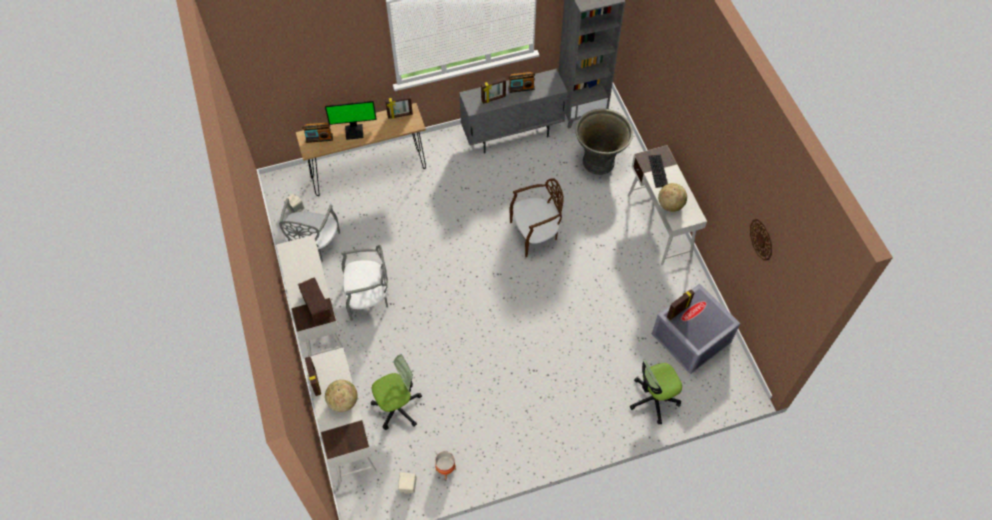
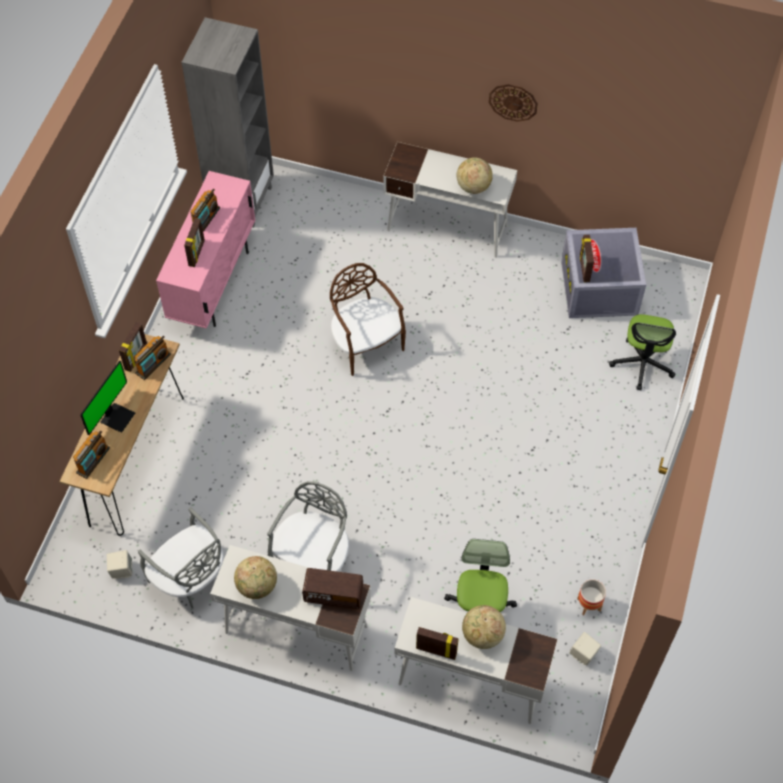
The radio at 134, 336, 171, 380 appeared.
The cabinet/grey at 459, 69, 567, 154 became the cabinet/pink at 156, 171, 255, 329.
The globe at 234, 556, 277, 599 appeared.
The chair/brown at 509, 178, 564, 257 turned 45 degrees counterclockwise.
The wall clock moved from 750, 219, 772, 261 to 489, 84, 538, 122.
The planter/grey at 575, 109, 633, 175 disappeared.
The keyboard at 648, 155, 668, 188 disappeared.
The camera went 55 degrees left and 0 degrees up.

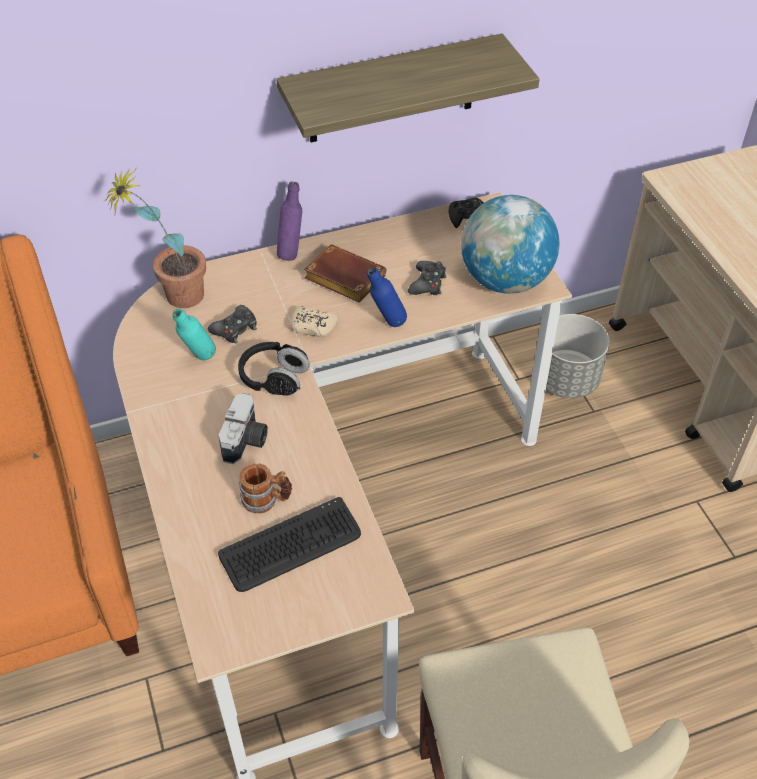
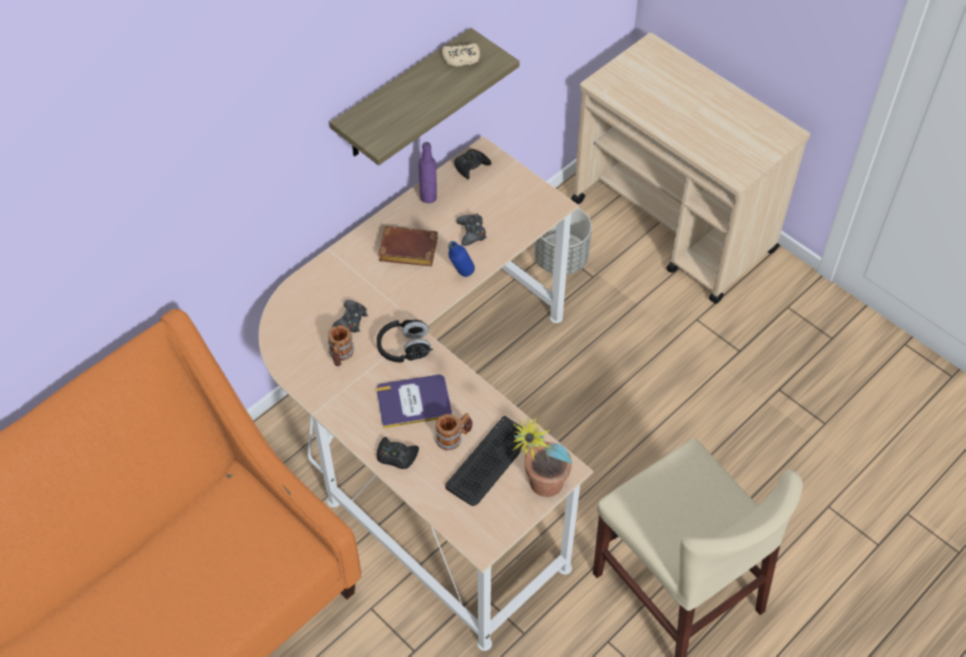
The bottle/turquoise at 173, 309, 216, 360 was replaced by the mug at 328, 325, 354, 366.
The photo camera at 219, 393, 268, 464 was replaced by the book at 376, 374, 453, 428.
The game controller/black at 377, 437, 419, 469 appeared.
The bottle/purple moved from 277, 181, 302, 261 to 419, 142, 437, 203.
The game controller/beige moved from 290, 306, 339, 337 to 442, 43, 480, 66.
The potted plant moved from 105, 168, 206, 308 to 511, 415, 572, 497.
The globe at 461, 195, 559, 294 disappeared.
The camera went 25 degrees left and 5 degrees up.

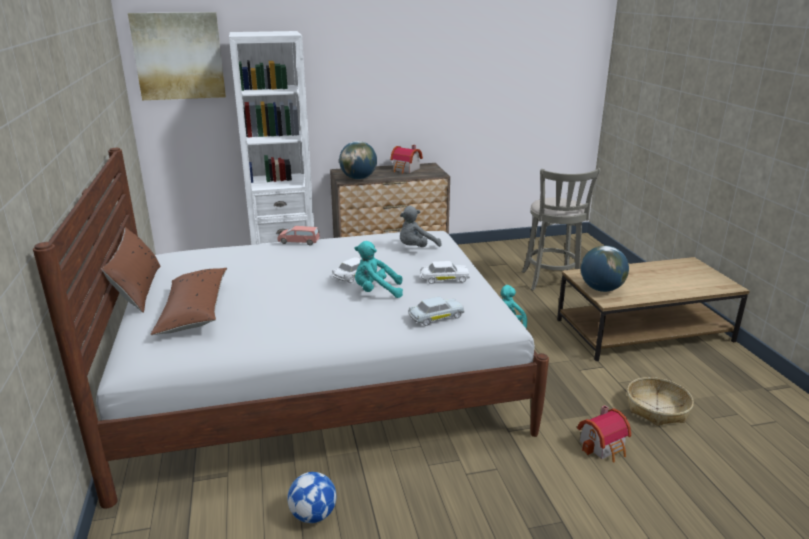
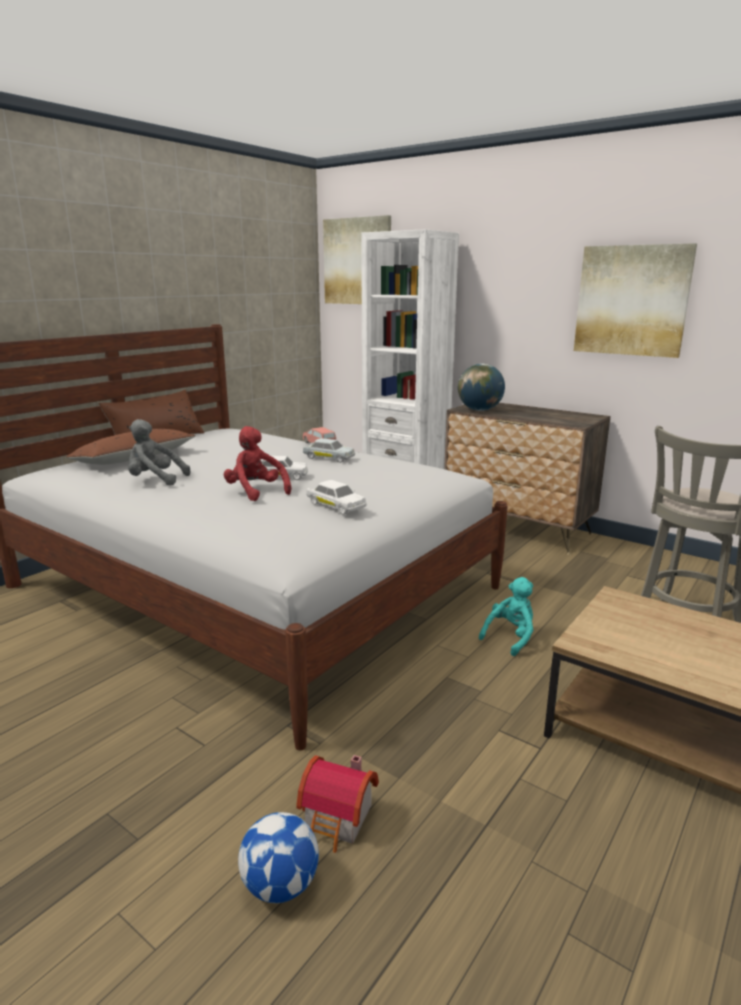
The plush toy/grey moved from 400, 206, 441, 247 to 128, 419, 191, 485.
The plush toy/turquoise at 355, 241, 403, 298 became the plush toy/red at 224, 426, 291, 501.
The football moved from 288, 472, 336, 523 to 238, 812, 319, 903.
The toy car/white moved from 408, 297, 465, 326 to 303, 438, 355, 463.
The picture at 574, 243, 697, 358 appeared.
The toy house at 390, 145, 423, 174 disappeared.
The globe at 581, 246, 629, 292 disappeared.
The basket at 627, 377, 694, 426 disappeared.
The camera went 50 degrees right and 5 degrees down.

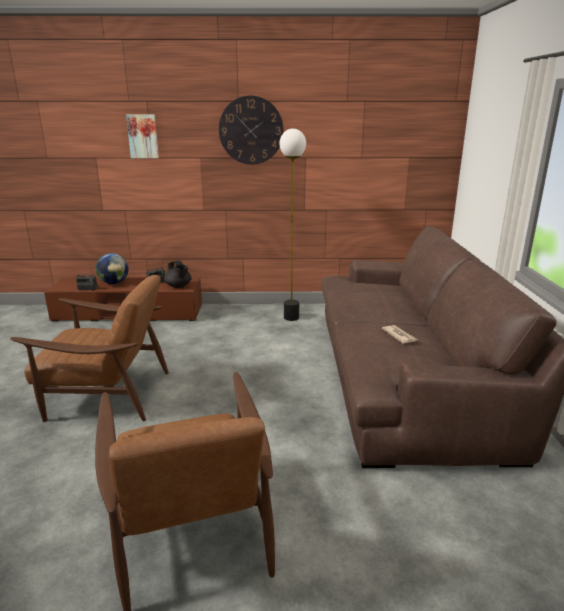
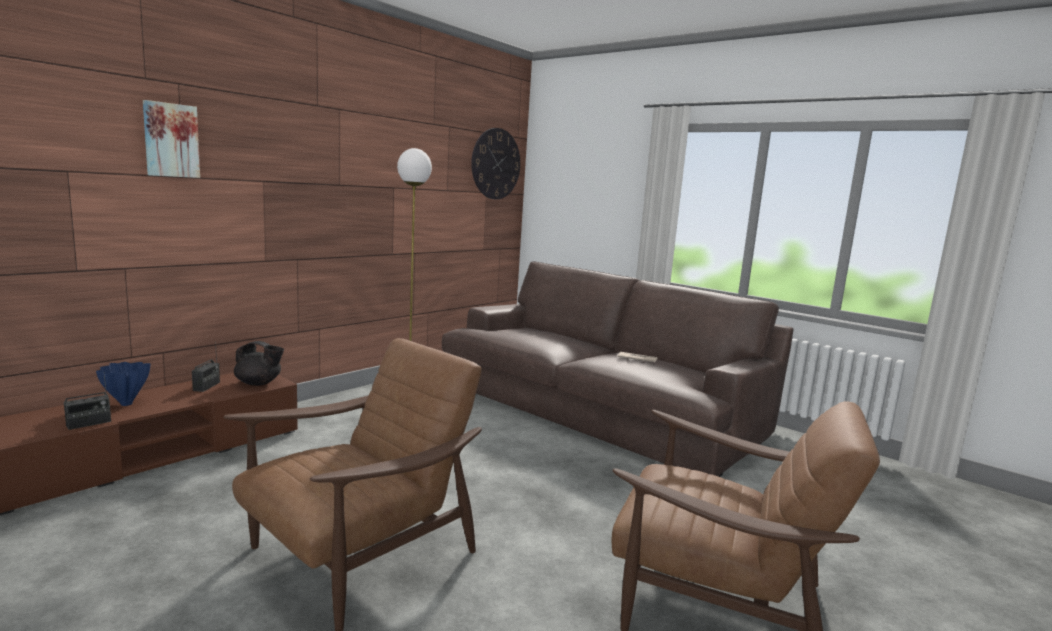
The globe at 96, 253, 128, 284 was replaced by the vase/blue at 96, 362, 151, 406.
The wall clock moved from 219, 95, 284, 164 to 471, 128, 520, 199.
The camera went 50 degrees left and 10 degrees down.

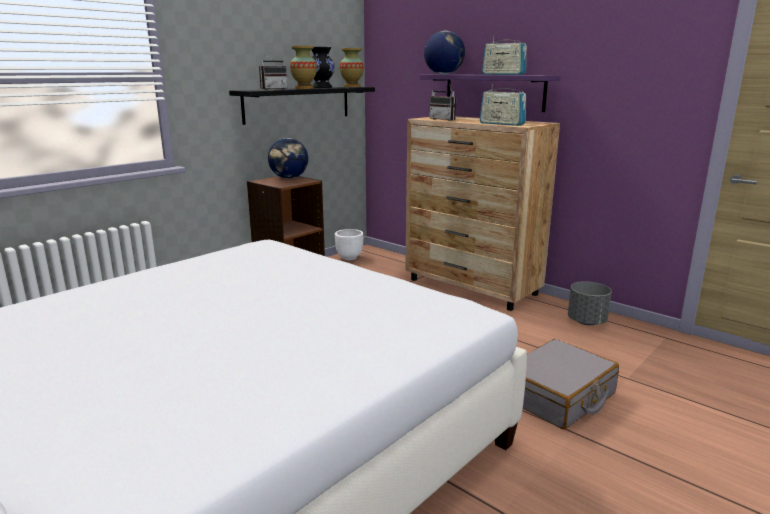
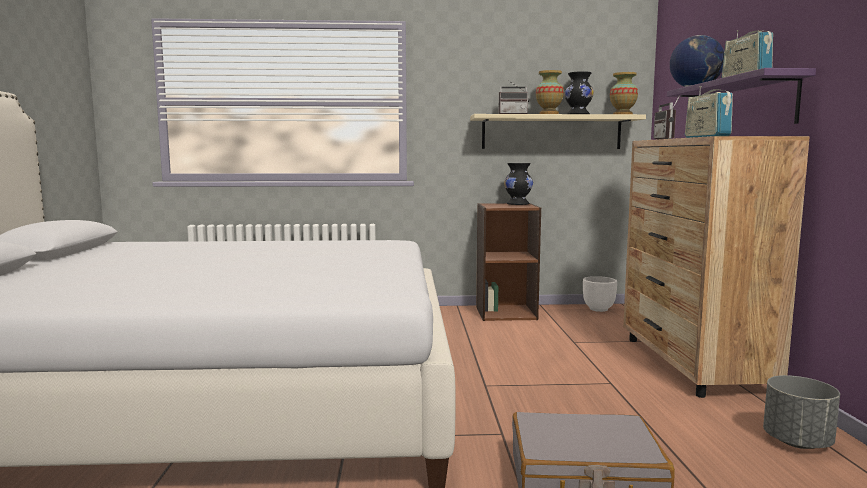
The shelf/black at 229, 87, 375, 125 became the shelf/beige at 470, 114, 646, 149.
The globe at 268, 138, 308, 179 was replaced by the vase/black at 504, 163, 533, 205.
The camera went 45 degrees right and 10 degrees down.

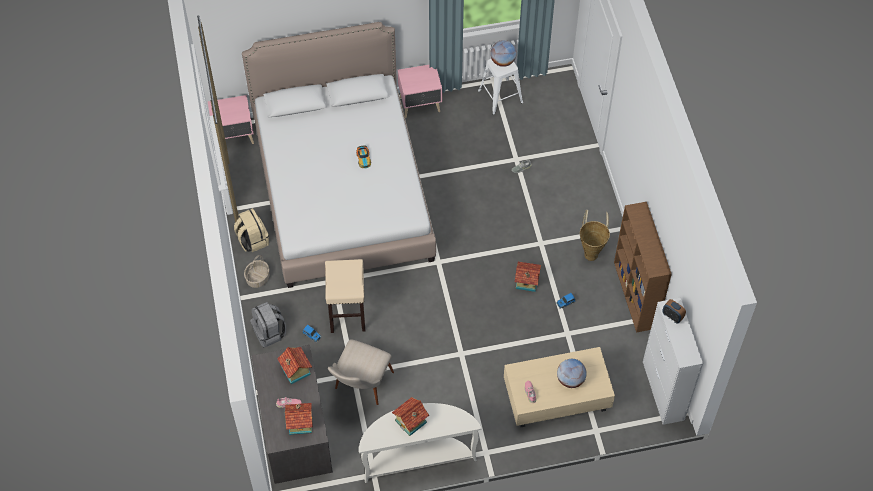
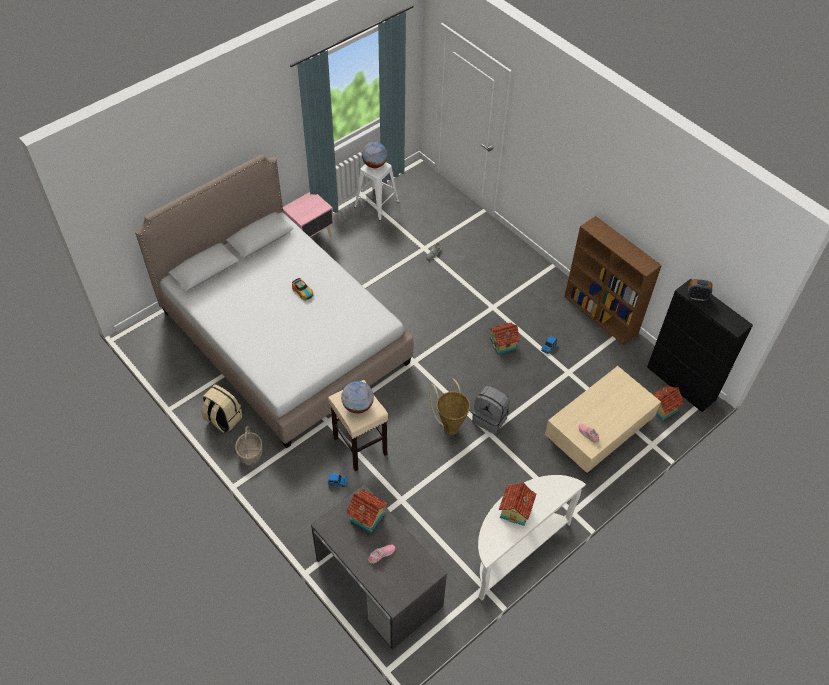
The globe moved from 557, 359, 587, 388 to 341, 381, 374, 414.
The basket moved from 580, 210, 610, 261 to 429, 379, 470, 435.
The backpack/grey moved from 250, 302, 286, 348 to 472, 386, 510, 434.
The cabinet/white at 643, 298, 703, 425 became the cabinet/black at 647, 279, 753, 412.
The toy house moved from 285, 403, 313, 435 to 652, 385, 684, 421.
The nightstand/pink at 207, 95, 254, 144 disappeared.
The chair/beige at 328, 339, 394, 405 disappeared.
The camera went 30 degrees left and 5 degrees down.

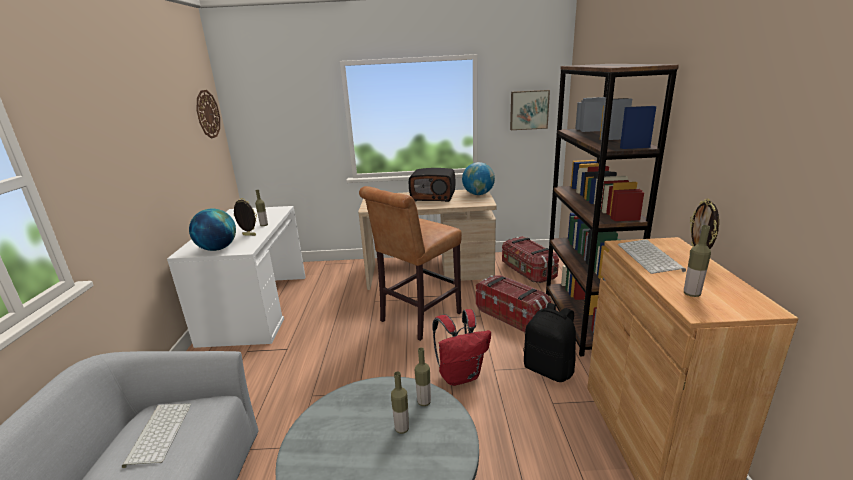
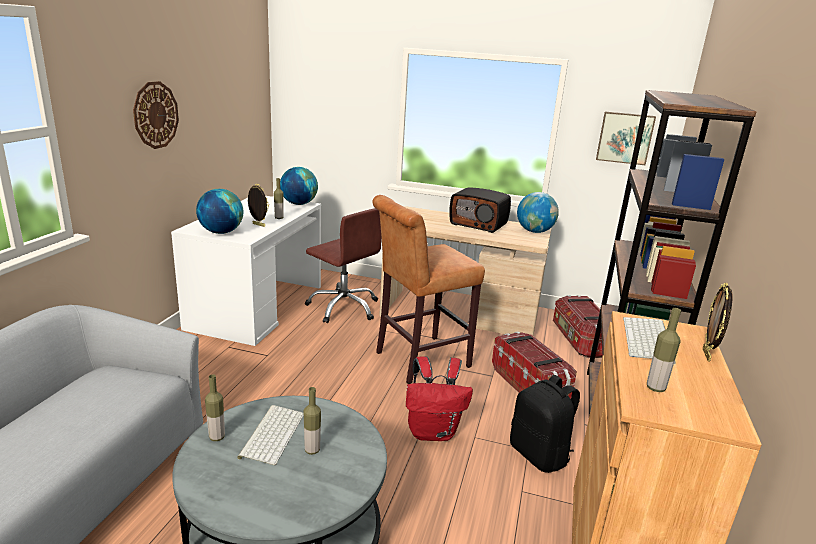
The wall clock moved from 197, 90, 220, 139 to 133, 81, 179, 149.
The bottle moved from 415, 348, 431, 406 to 205, 374, 225, 441.
The keyboard moved from 122, 403, 191, 468 to 237, 405, 304, 465.
The globe at 280, 167, 318, 205 appeared.
The office chair/brown at 305, 208, 382, 323 appeared.
The camera went 15 degrees right and 0 degrees up.

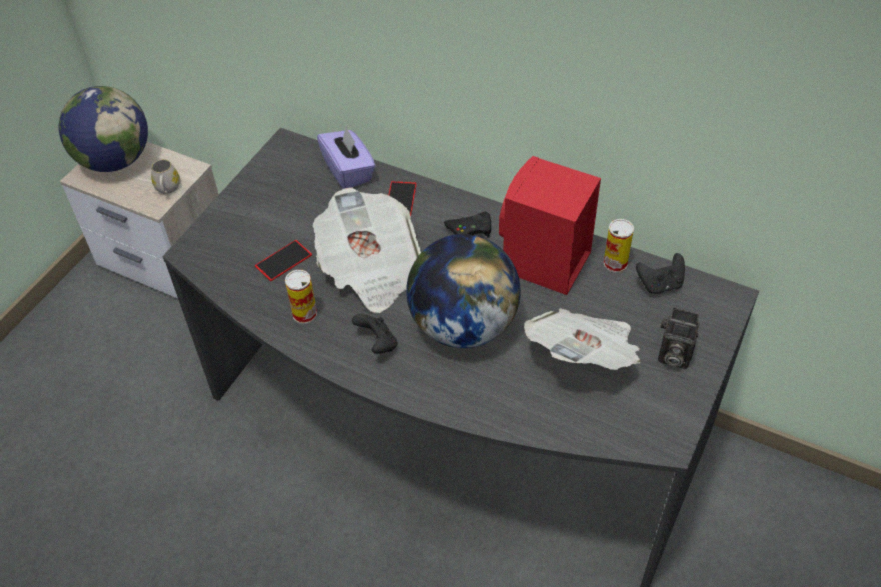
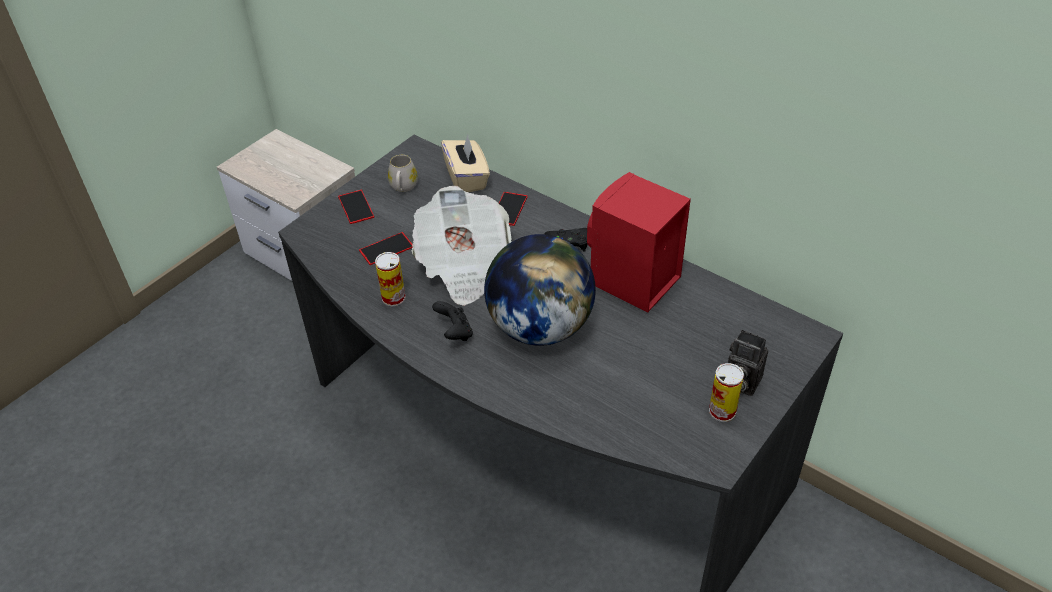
The phone at 338, 190, 374, 224 appeared.
The mug/white moved from 151, 159, 180, 194 to 388, 155, 418, 192.
The tissue box/purple at 317, 127, 376, 189 became the tissue box/beige at 441, 135, 490, 192.
The can moved from 603, 219, 634, 273 to 709, 363, 744, 422.
The globe at 59, 86, 148, 172 disappeared.
The newspaper at 524, 308, 641, 370 disappeared.
The game controller/black at 636, 253, 685, 294 disappeared.
The camera went 10 degrees right and 5 degrees down.

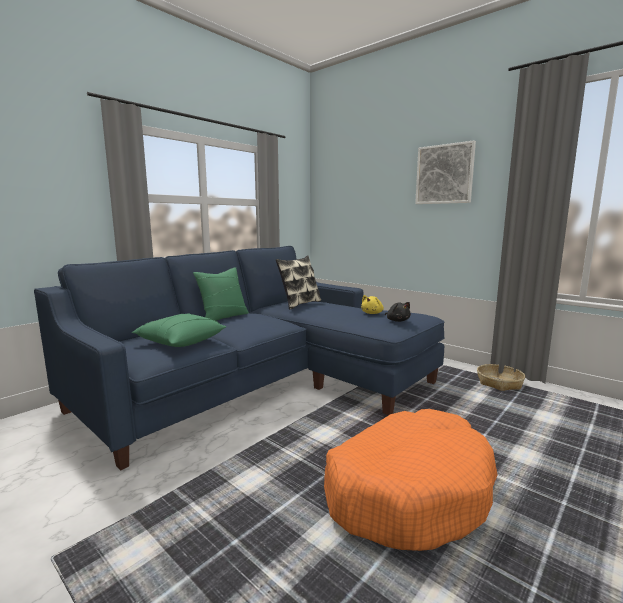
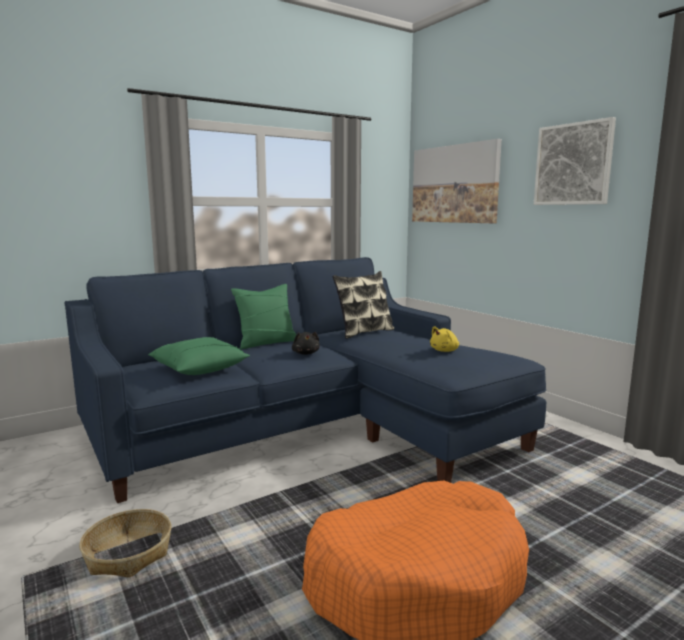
The basket moved from 477, 364, 525, 391 to 79, 509, 171, 577.
The plush toy/black moved from 385, 302, 411, 322 to 292, 332, 320, 355.
The picture at 412, 139, 502, 223 appeared.
The camera went 15 degrees right and 0 degrees up.

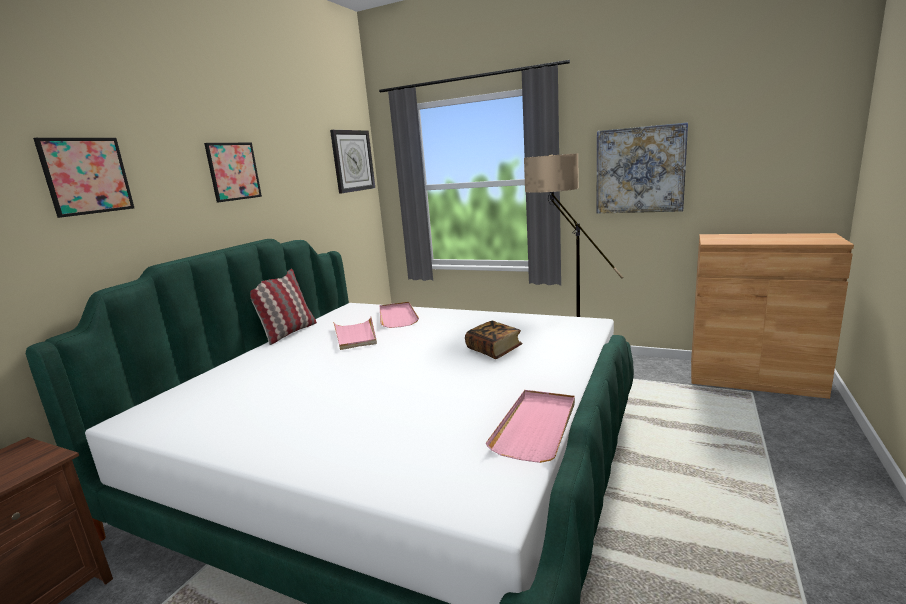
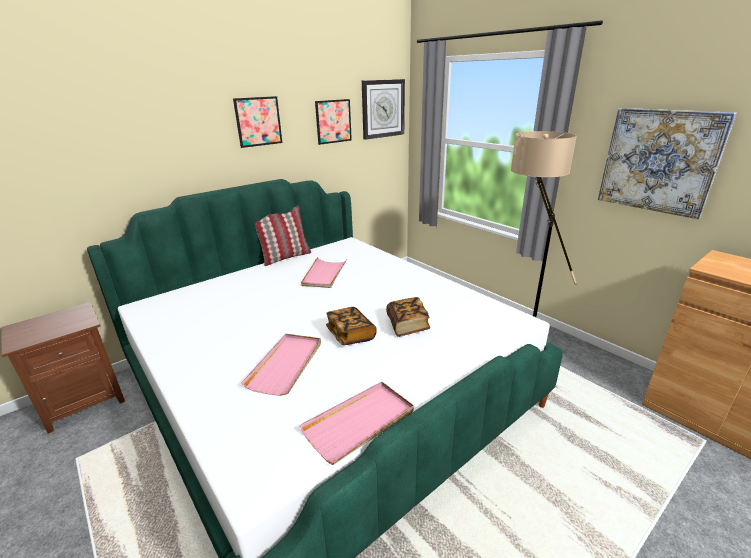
The tray/pink moved from 380, 302, 419, 328 to 242, 334, 321, 396.
The picture moved from 33, 138, 134, 218 to 315, 99, 352, 145.
The book at 326, 307, 377, 345 appeared.
The camera went 25 degrees right and 10 degrees up.

